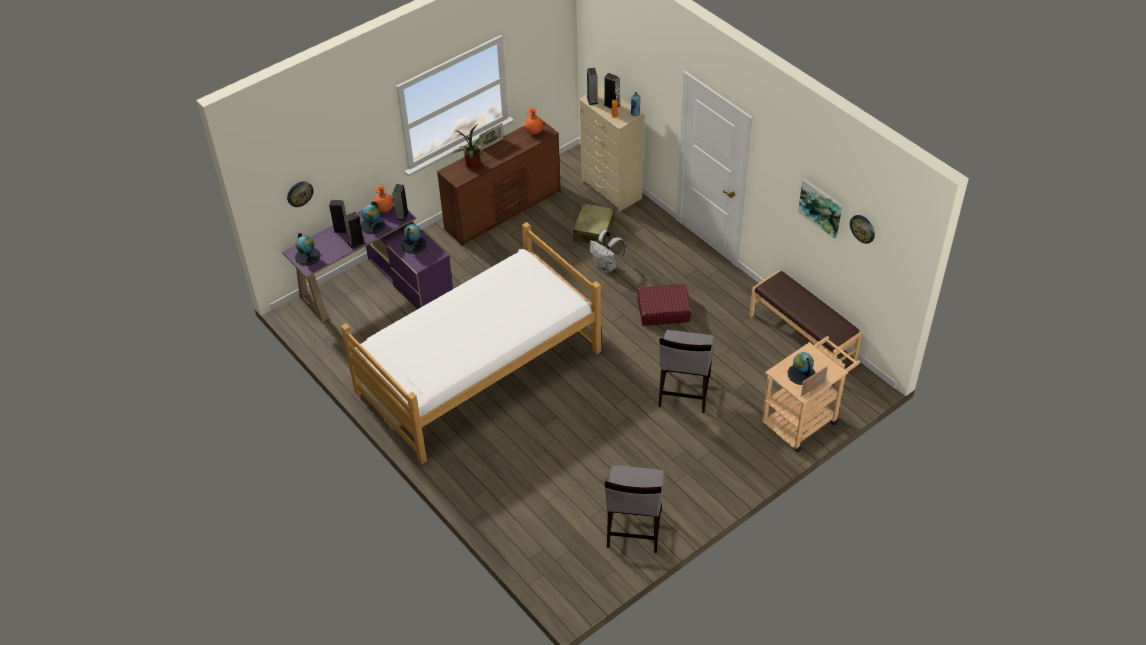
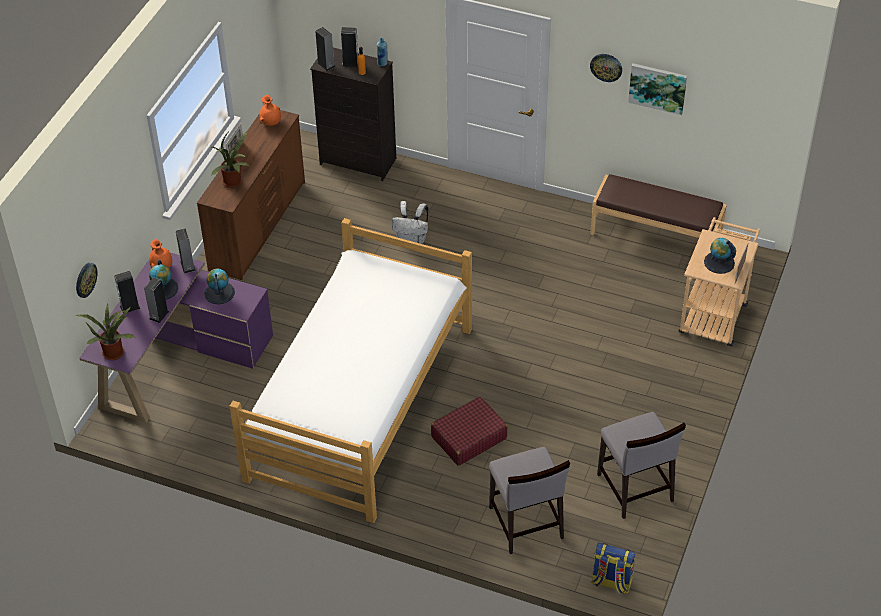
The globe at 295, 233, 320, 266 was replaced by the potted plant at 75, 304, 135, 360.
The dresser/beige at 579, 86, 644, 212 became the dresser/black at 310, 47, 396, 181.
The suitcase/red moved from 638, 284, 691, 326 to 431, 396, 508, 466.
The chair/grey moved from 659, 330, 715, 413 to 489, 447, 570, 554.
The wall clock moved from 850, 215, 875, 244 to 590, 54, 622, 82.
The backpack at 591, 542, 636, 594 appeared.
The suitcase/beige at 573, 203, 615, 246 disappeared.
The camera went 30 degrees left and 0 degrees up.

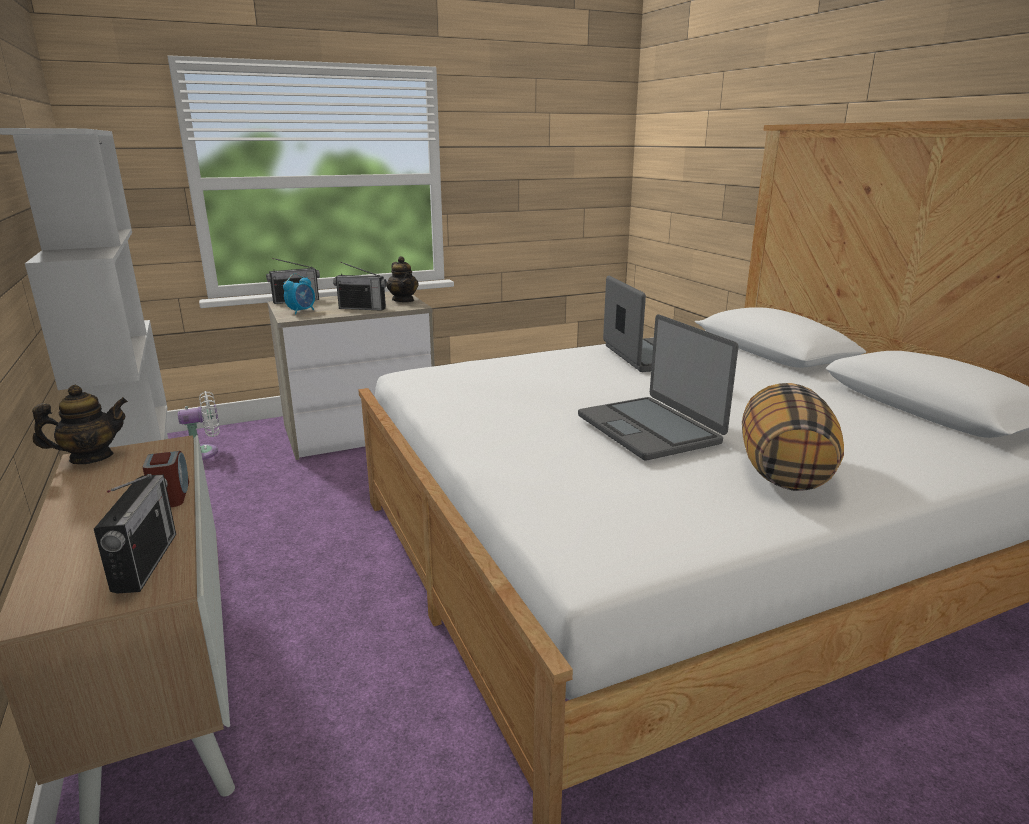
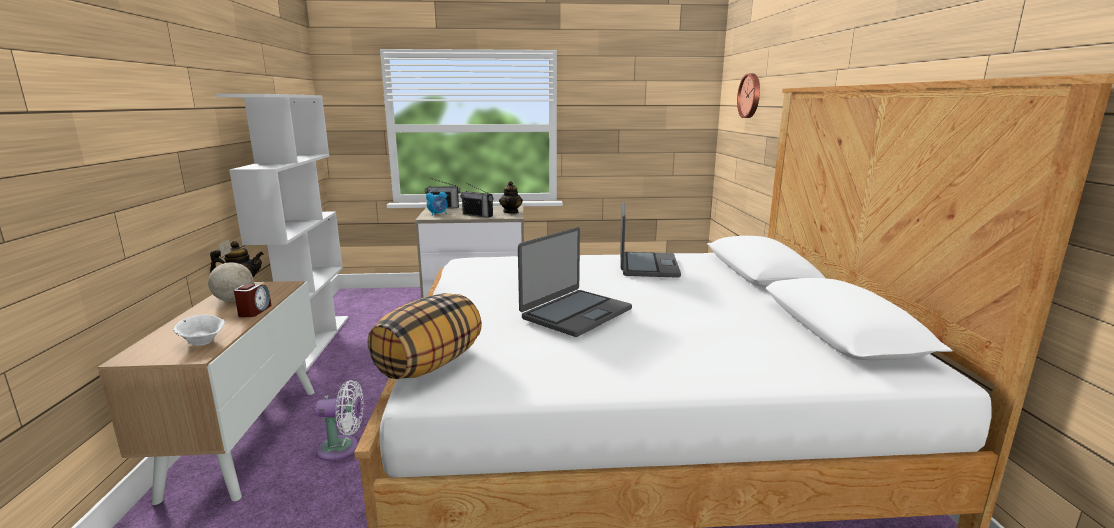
The radio at 94, 474, 176, 594 was replaced by the bowl/white at 173, 315, 225, 346.
The globe at 208, 240, 254, 302 appeared.
The fan/white moved from 178, 391, 220, 460 to 314, 380, 364, 461.
The pillow moved from 742, 383, 844, 491 to 367, 293, 482, 379.
The laptop at 578, 314, 738, 461 turned 135 degrees counterclockwise.
The wall clock at 737, 73, 760, 118 appeared.
The camera went 20 degrees right and 5 degrees down.

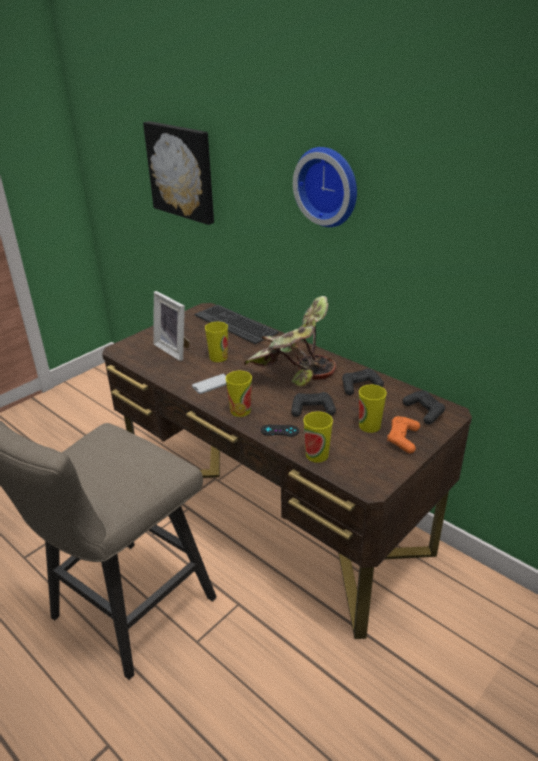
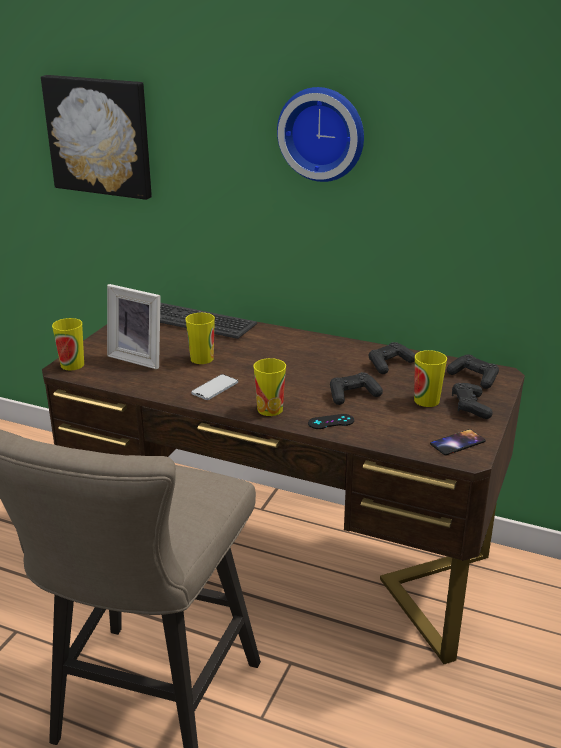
The cup moved from 304, 411, 333, 463 to 52, 318, 84, 370.
The phone at 430, 429, 486, 455 appeared.
The game controller/orange at 387, 416, 420, 453 became the game controller/black at 452, 383, 493, 419.
The potted plant at 244, 296, 336, 387 disappeared.
The camera went 20 degrees left and 5 degrees down.

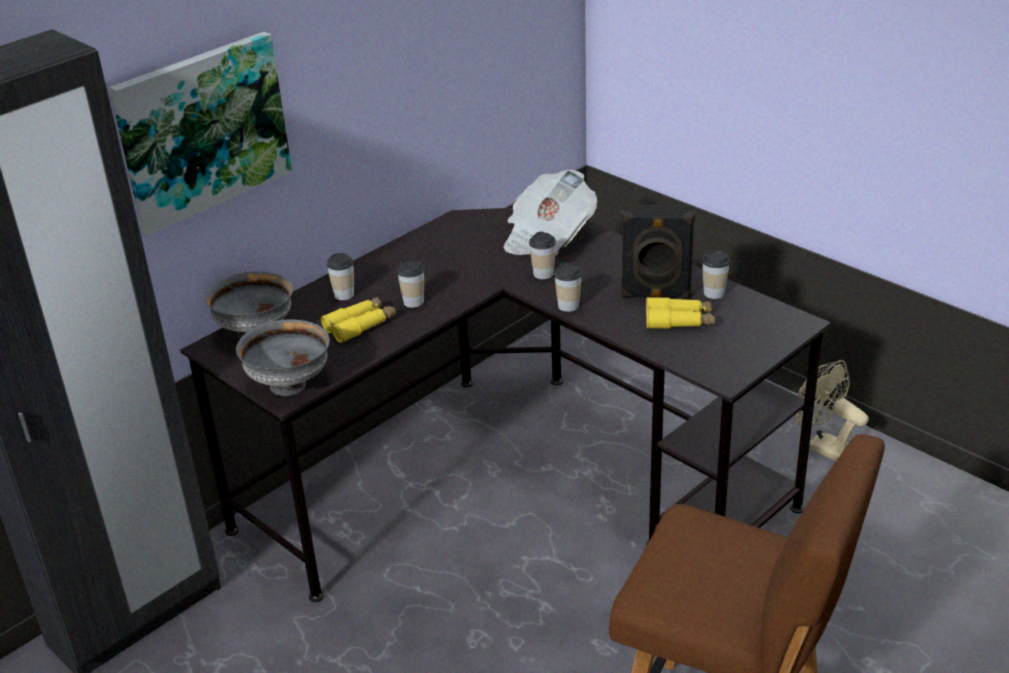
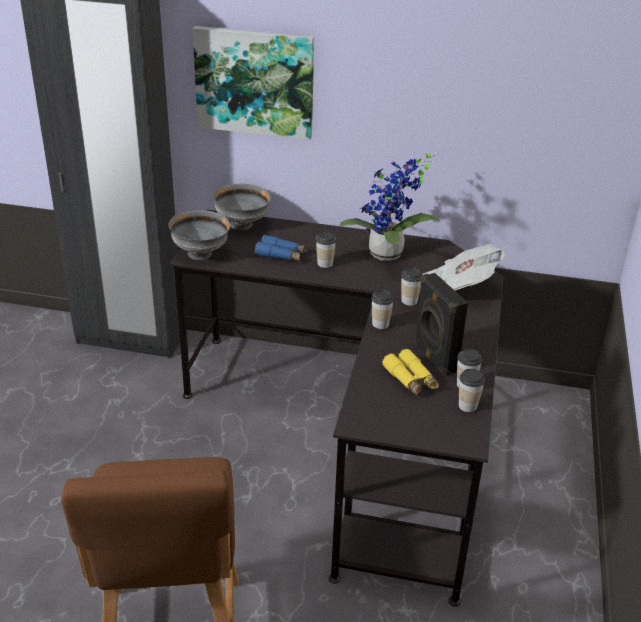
The binoculars/yellow at 321, 297, 396, 343 became the binoculars/blue at 255, 234, 308, 261.
The potted plant at 340, 152, 440, 261 appeared.
The cup moved from 327, 253, 354, 300 to 459, 369, 485, 412.
The fan/beige at 796, 360, 869, 461 disappeared.
The camera went 55 degrees right and 0 degrees up.

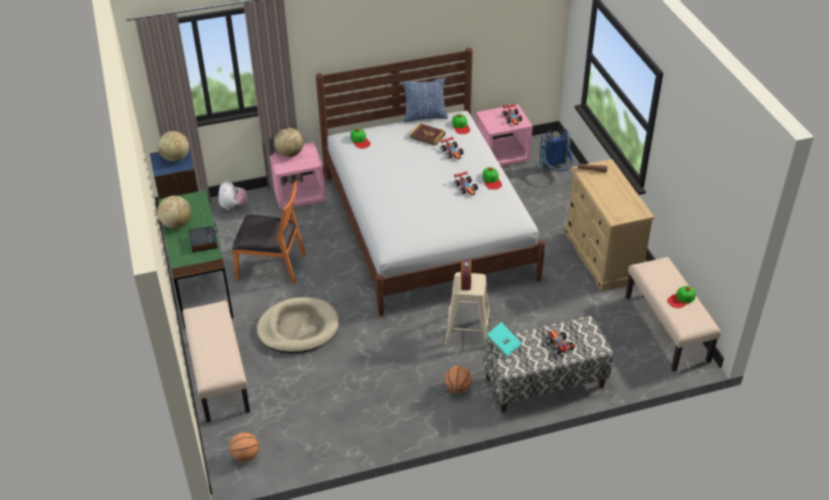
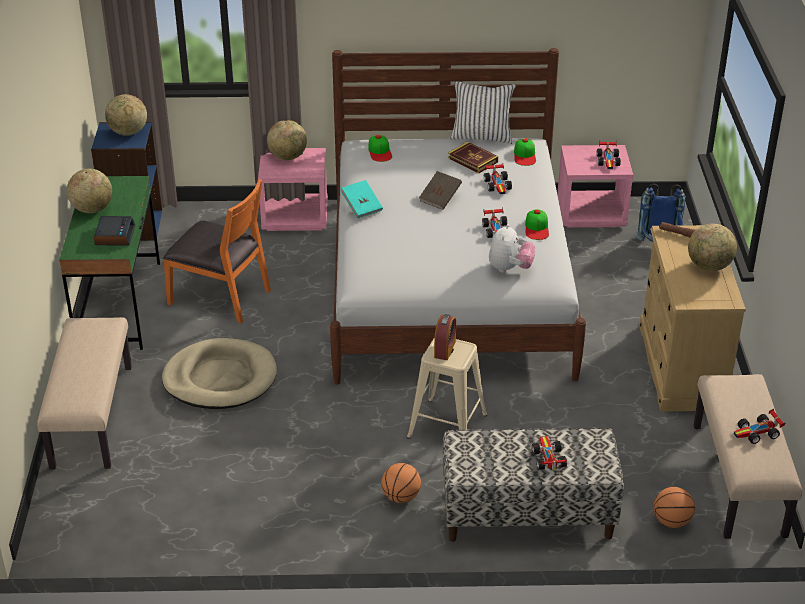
The book/turquoise moved from 486, 322, 522, 358 to 341, 180, 383, 219.
The book/brown at 419, 171, 462, 210 appeared.
The pillow/blue at 402, 77, 448, 122 became the pillow/white at 450, 81, 516, 144.
The plush toy moved from 219, 180, 247, 210 to 489, 224, 536, 273.
The basketball moved from 229, 432, 259, 462 to 653, 487, 695, 528.
The globe at 688, 224, 737, 271 appeared.
The cap at 667, 286, 696, 308 was replaced by the toy car at 734, 409, 785, 444.
The camera went 15 degrees right and 5 degrees down.

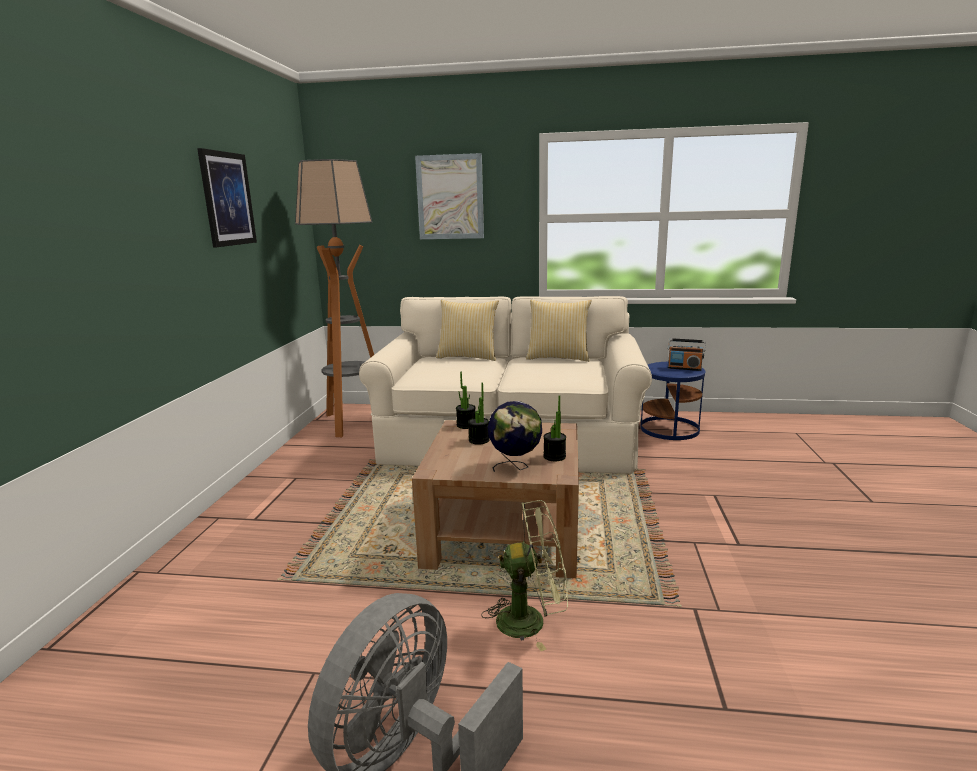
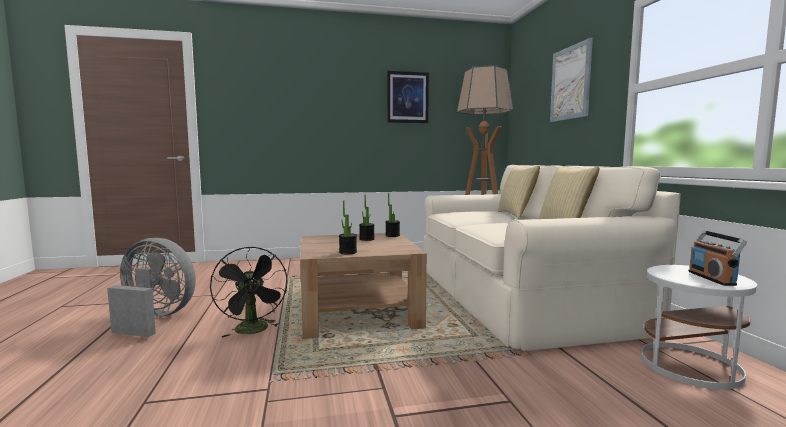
The fan/green at 481, 500, 568, 651 became the fan/black at 210, 247, 288, 337.
The side table/blue at 640, 362, 706, 440 became the side table/white at 641, 265, 757, 389.
The globe at 488, 401, 542, 472 disappeared.
The camera went 70 degrees right and 10 degrees down.

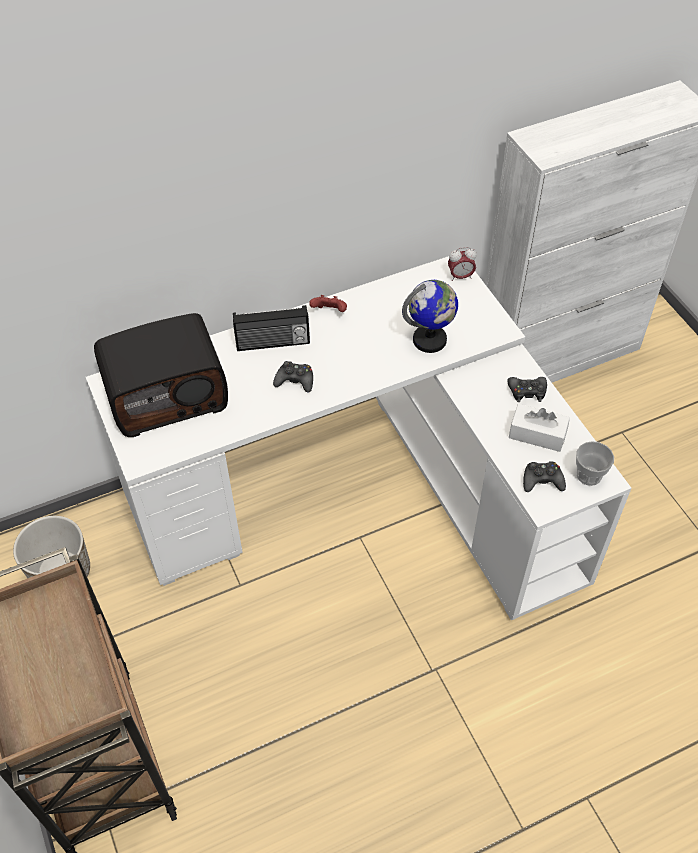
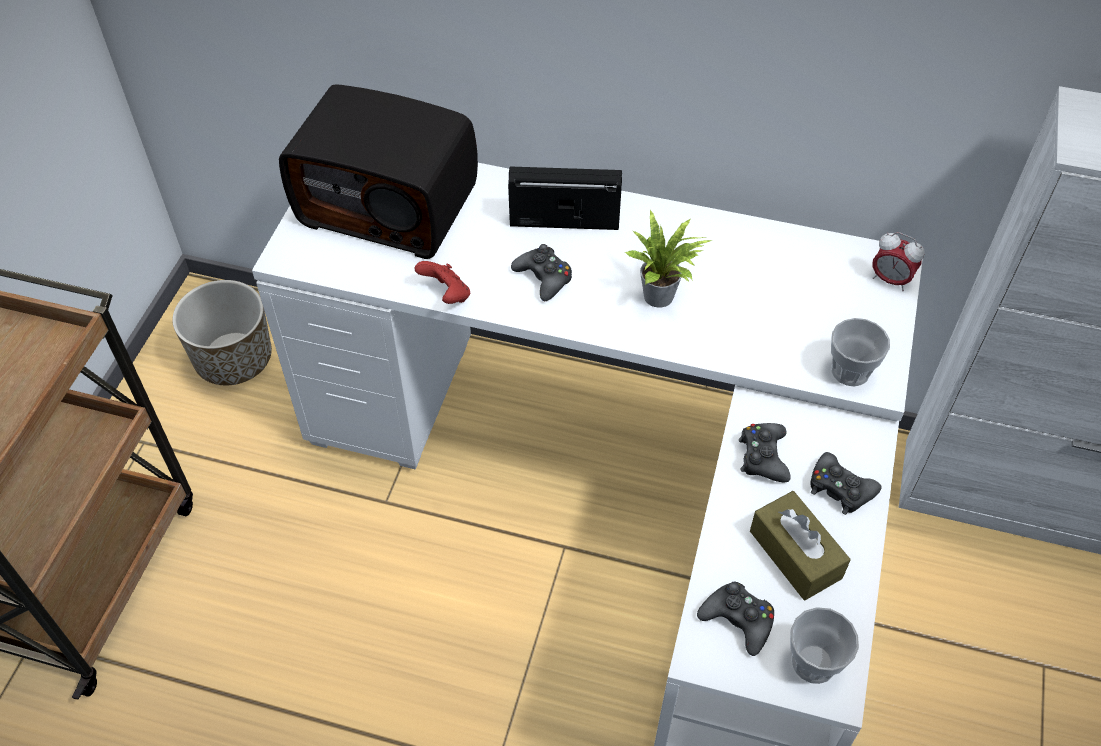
The game controller/red moved from 309, 295, 347, 312 to 415, 261, 470, 304.
The radio at 233, 305, 310, 351 turned 150 degrees clockwise.
The potted plant at 625, 209, 713, 308 appeared.
The game controller/black at 739, 423, 791, 482 appeared.
The tissue box/white at 509, 404, 570, 452 became the tissue box/brown at 750, 491, 851, 600.
The cup at 831, 318, 890, 387 appeared.
The globe at 402, 280, 458, 353 disappeared.
The camera went 40 degrees right and 0 degrees up.

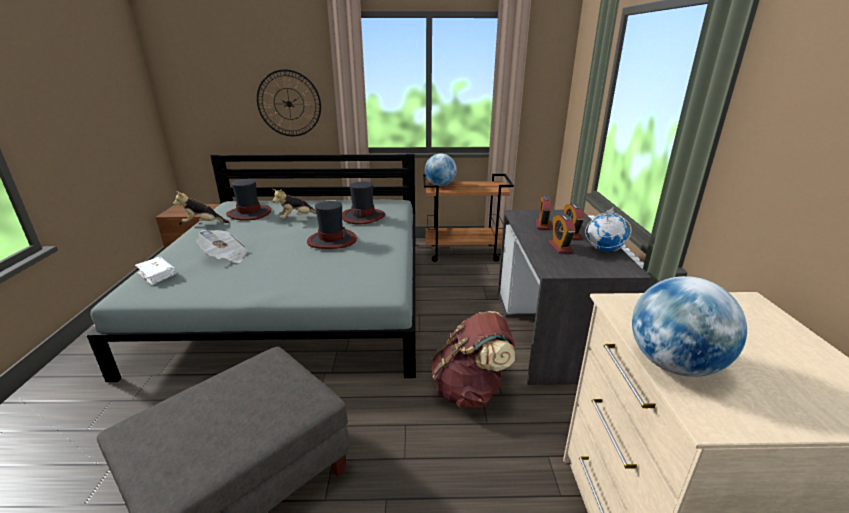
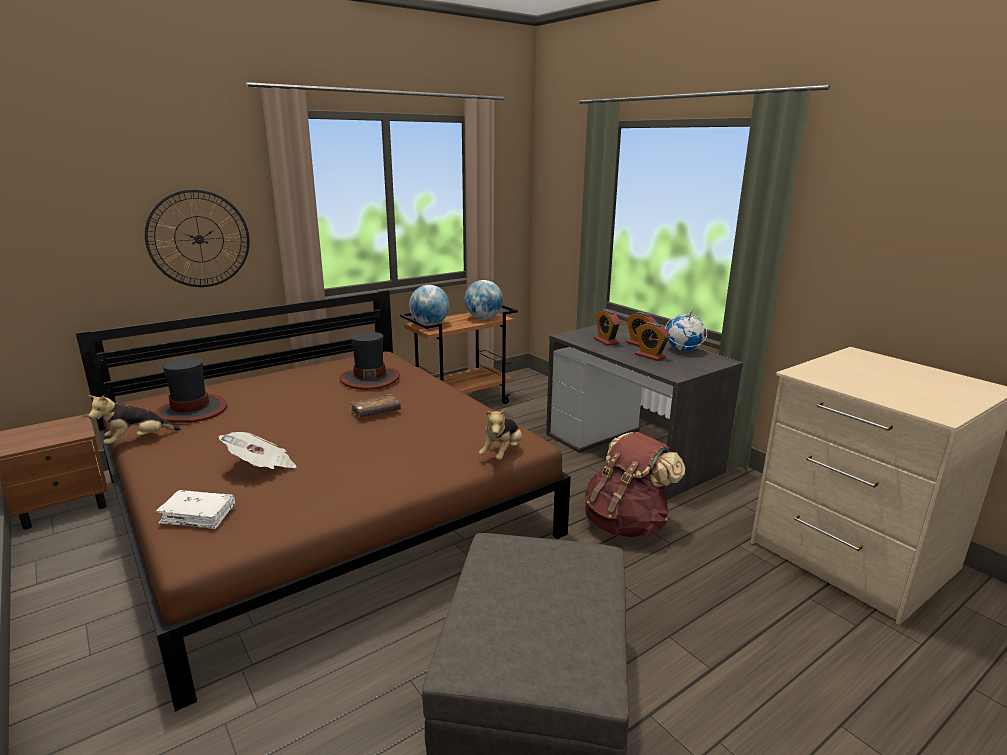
The bed/grey at 87, 154, 416, 382 became the bed/brown at 75, 290, 571, 712.
The hat at 307, 201, 357, 249 was replaced by the book/brown at 350, 394, 401, 418.
The globe moved from 632, 276, 747, 377 to 464, 280, 503, 319.
The plush toy moved from 273, 189, 316, 219 to 479, 408, 522, 460.
The camera went 35 degrees left and 5 degrees down.

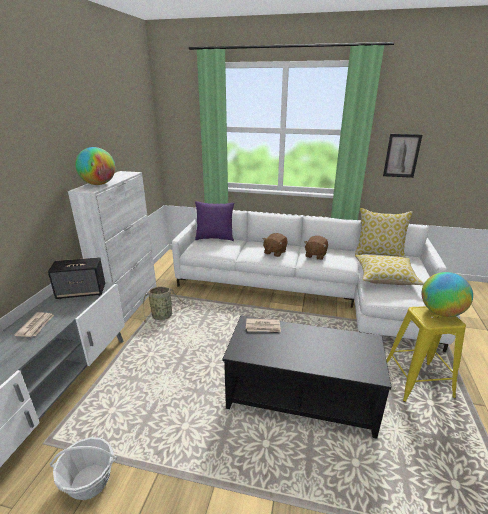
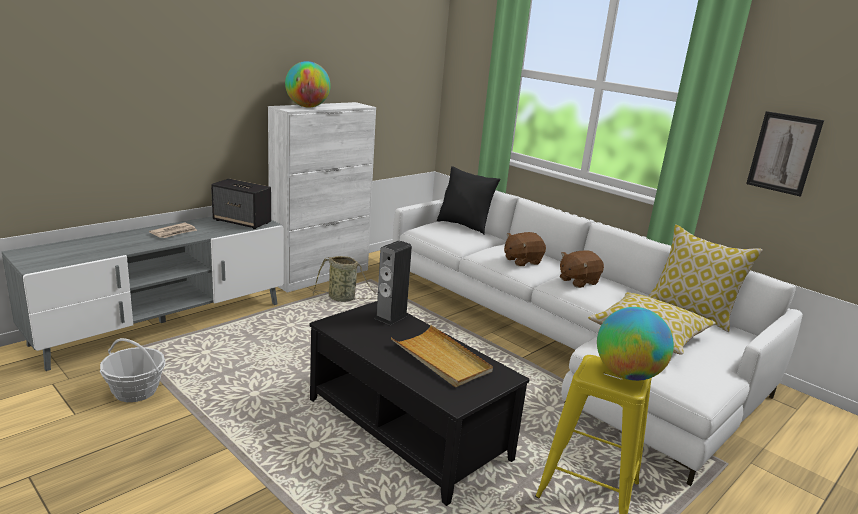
The newspaper at 246, 318, 281, 332 was replaced by the speaker at 374, 240, 412, 325.
The tray/beige at 391, 325, 493, 387 appeared.
The pillow/purple at 195, 201, 234, 241 became the pillow/black at 437, 166, 500, 235.
The camera went 30 degrees right and 5 degrees down.

